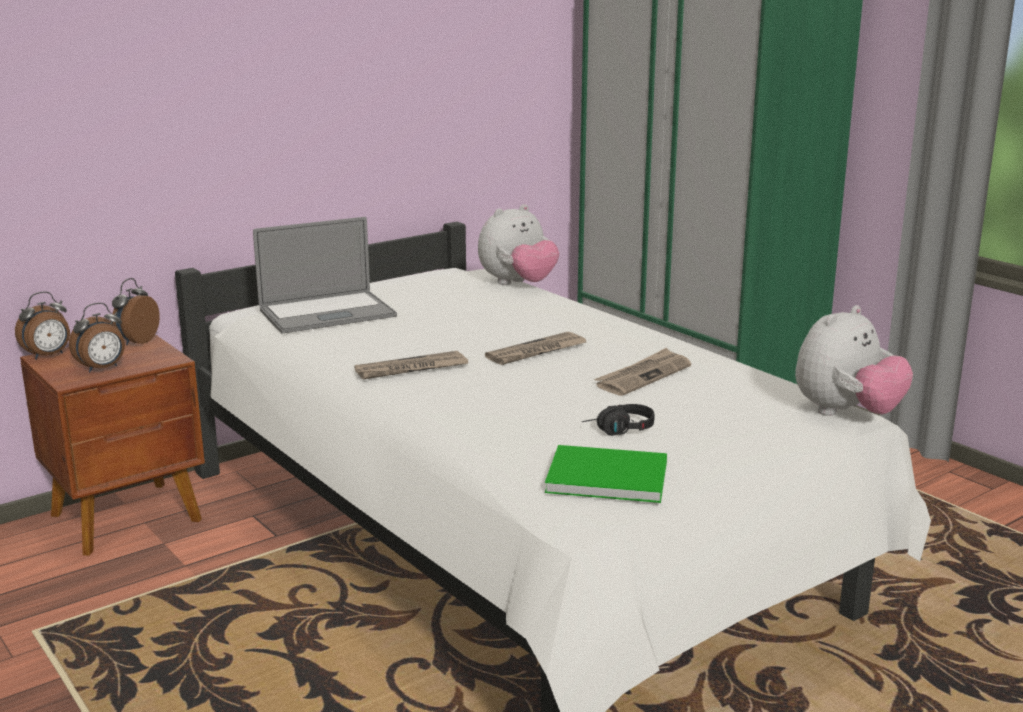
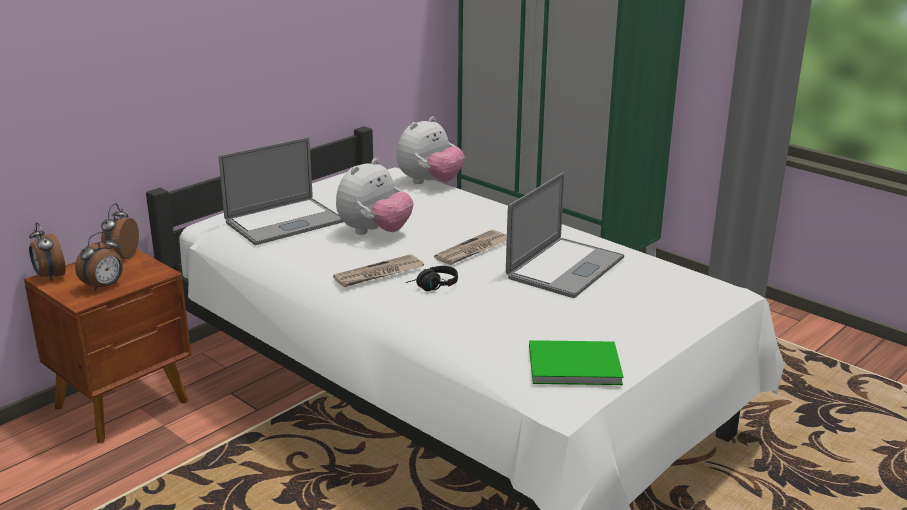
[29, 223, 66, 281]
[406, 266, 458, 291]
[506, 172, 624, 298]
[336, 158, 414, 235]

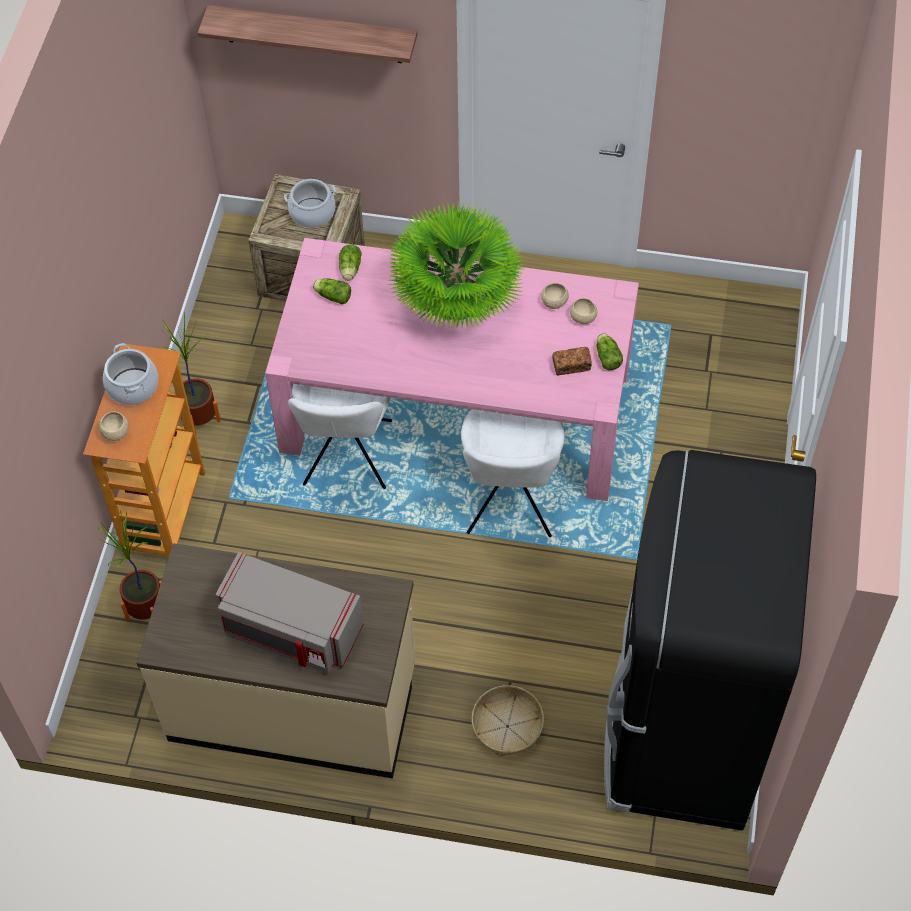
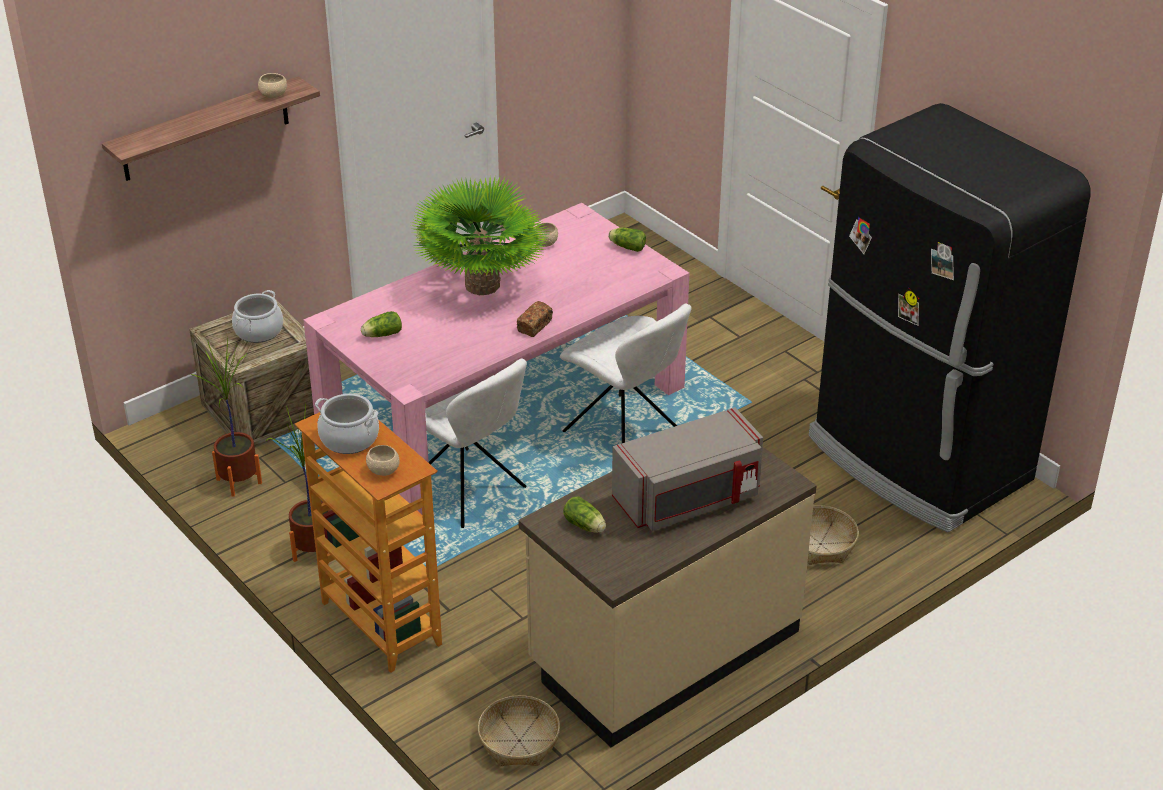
[190, 336, 262, 497]
[563, 497, 606, 533]
[517, 301, 553, 337]
[258, 73, 287, 98]
[478, 695, 560, 766]

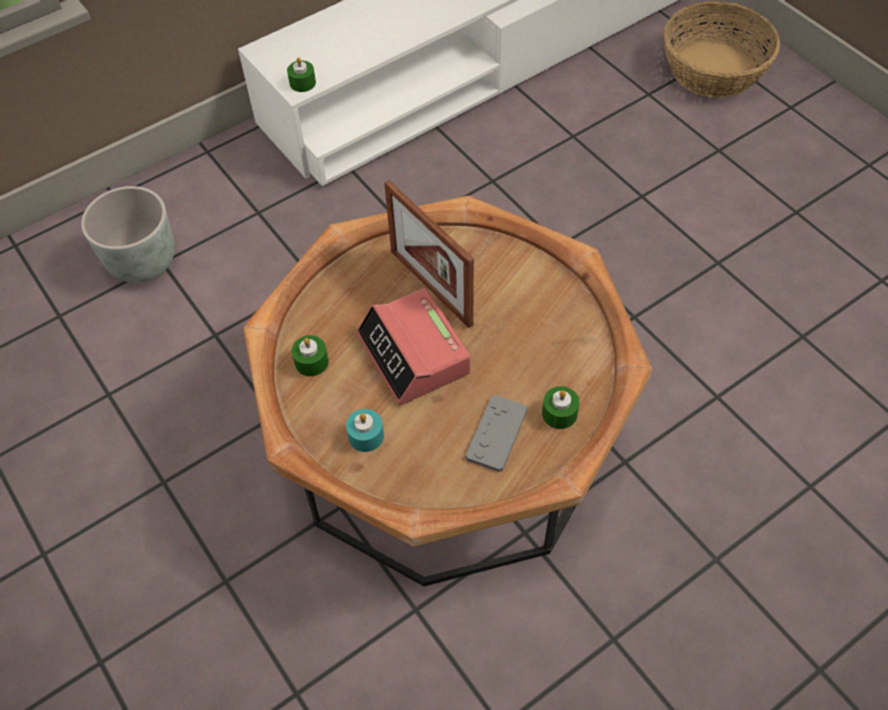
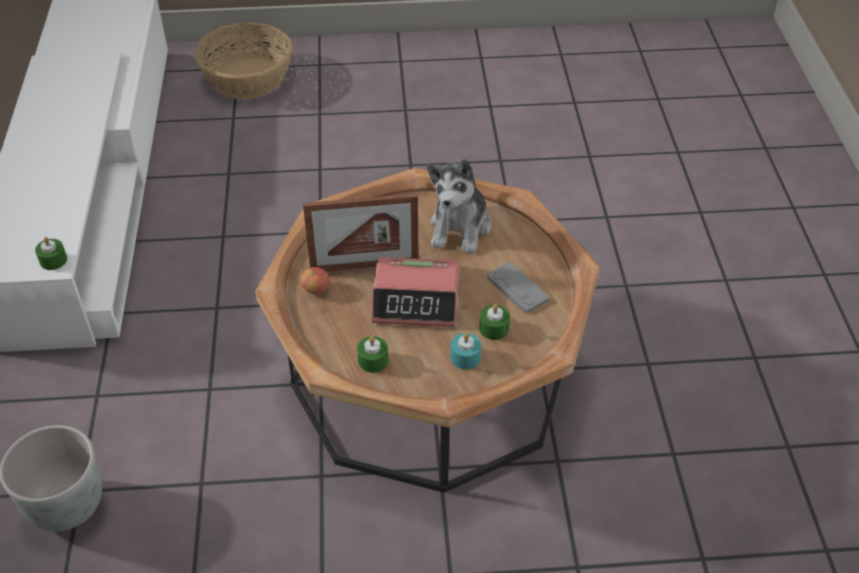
[479, 304, 510, 340]
[301, 267, 329, 294]
[427, 159, 491, 254]

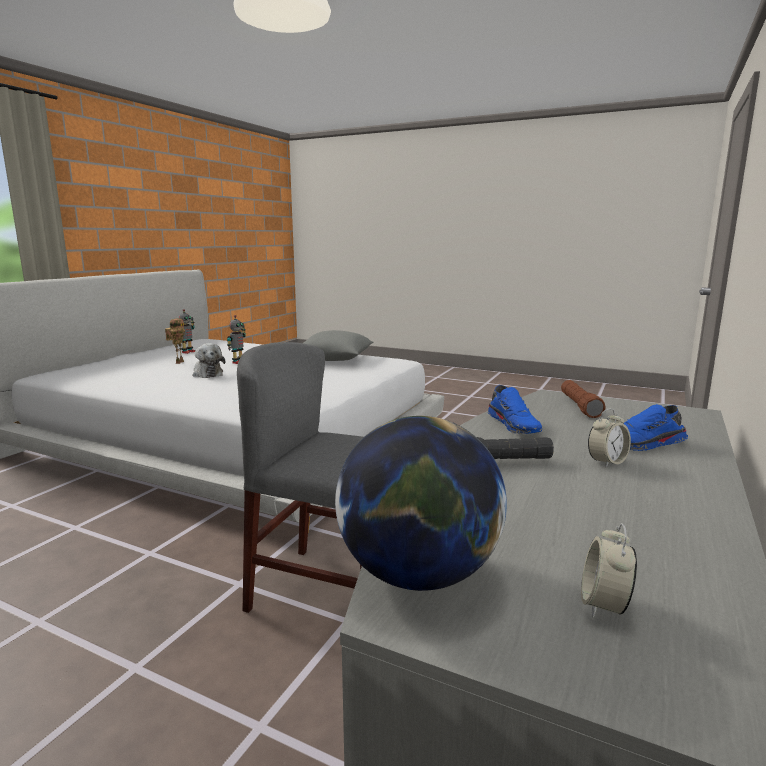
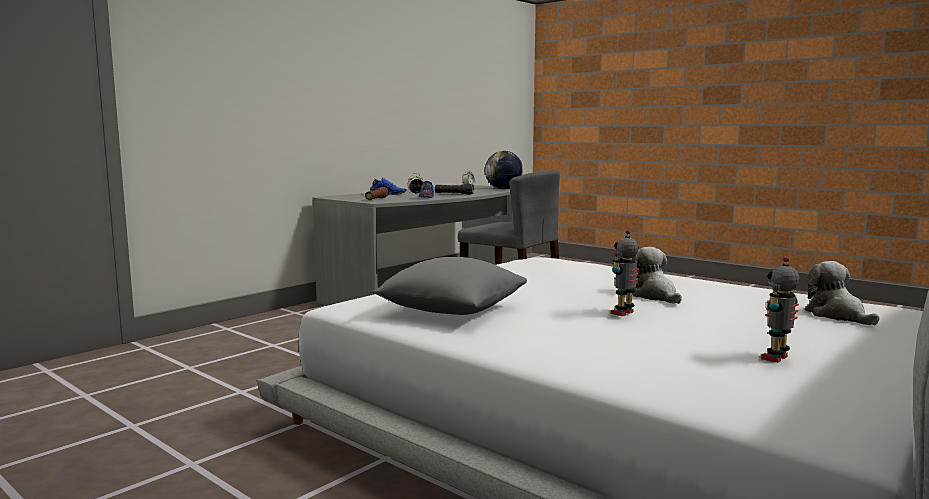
[165, 318, 187, 364] (first image)
[805, 261, 880, 325]

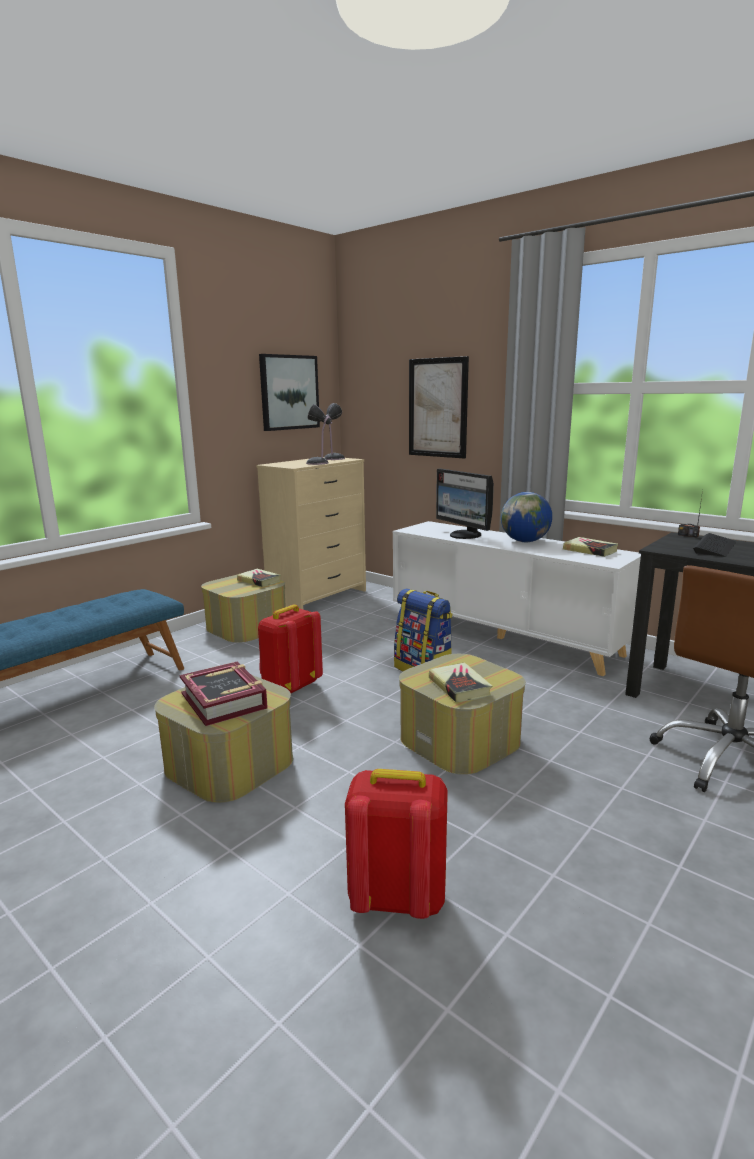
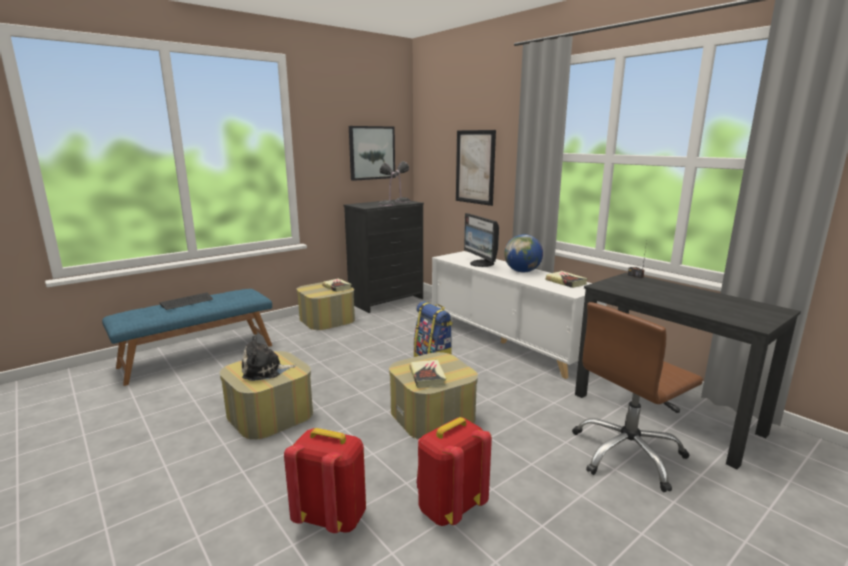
[242, 335, 297, 381]
[344, 200, 424, 313]
[417, 417, 492, 526]
[159, 292, 213, 310]

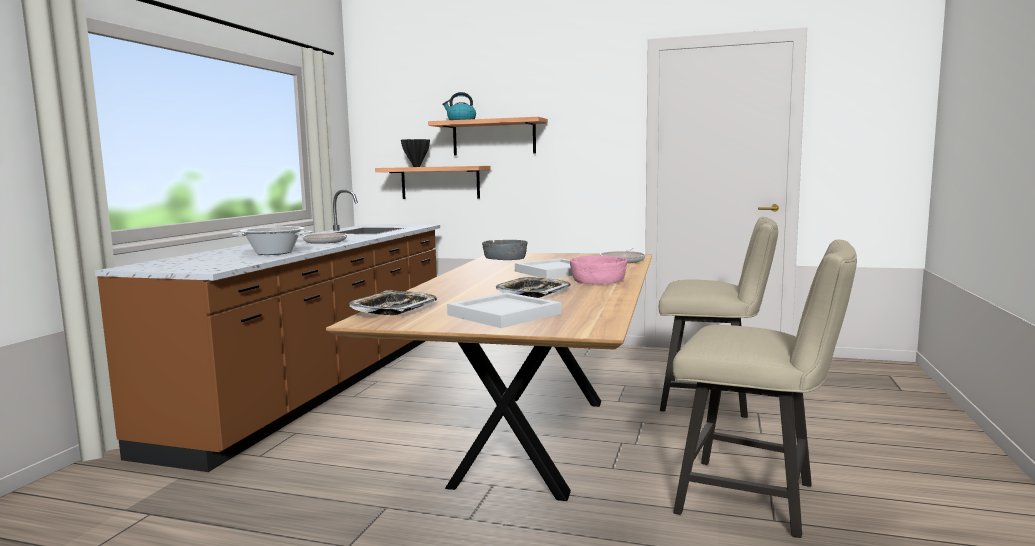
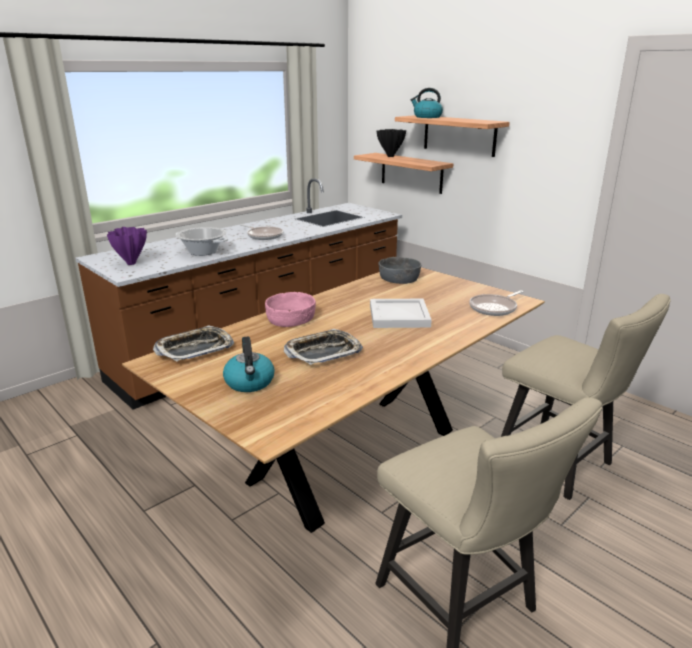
[223, 337, 274, 392]
[265, 292, 316, 327]
[107, 227, 147, 265]

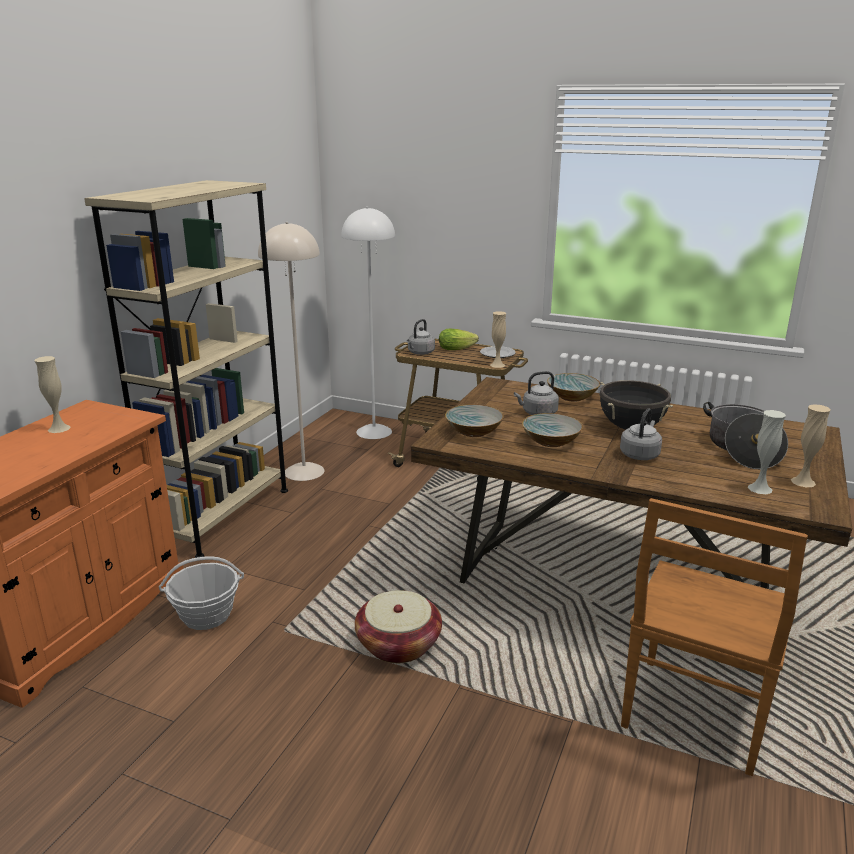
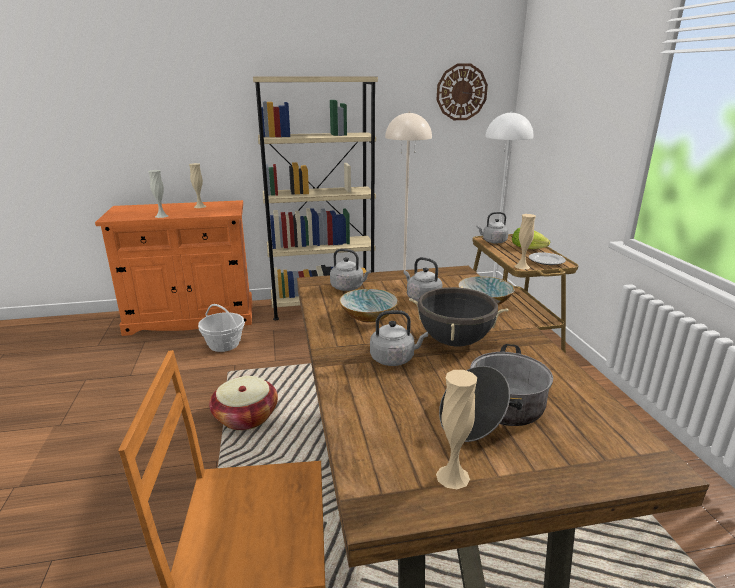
[330, 249, 371, 291]
[148, 170, 168, 218]
[437, 64, 488, 120]

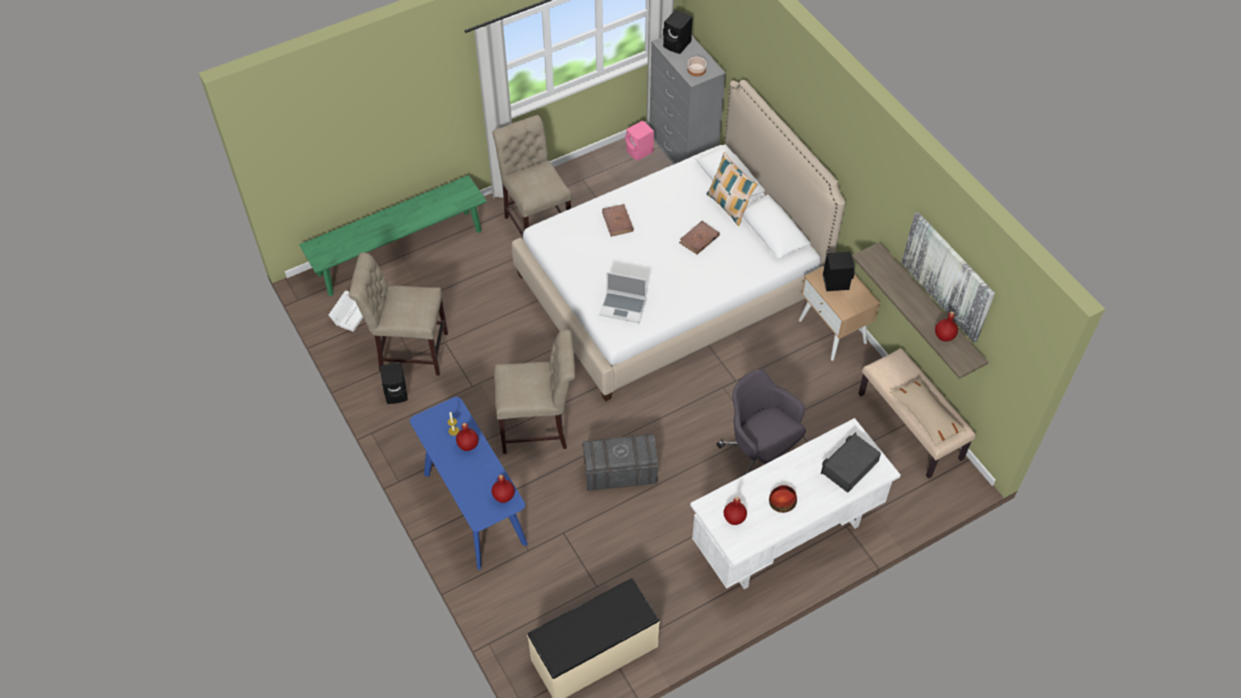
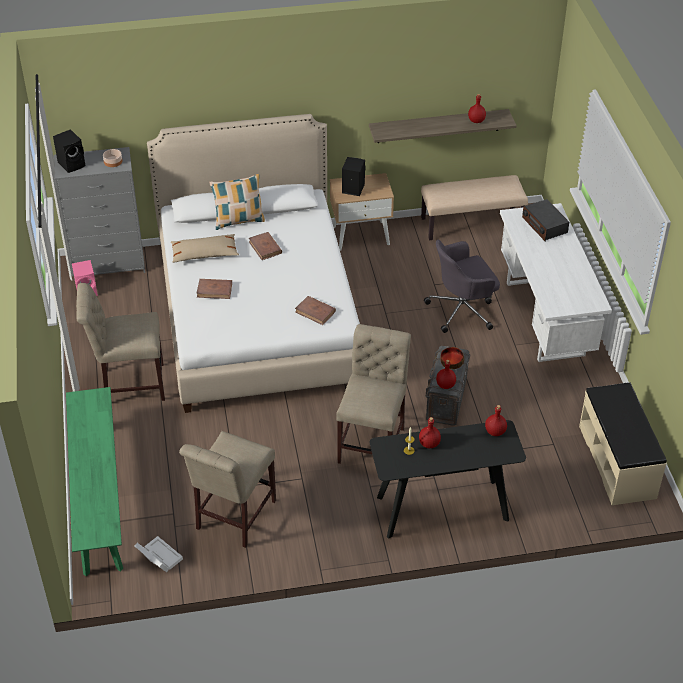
[380, 362, 408, 404] (first image)
[370, 420, 526, 539]
[295, 296, 336, 325]
[436, 360, 456, 389]
[440, 347, 464, 369]
[171, 234, 239, 263]
[901, 212, 995, 343] (first image)

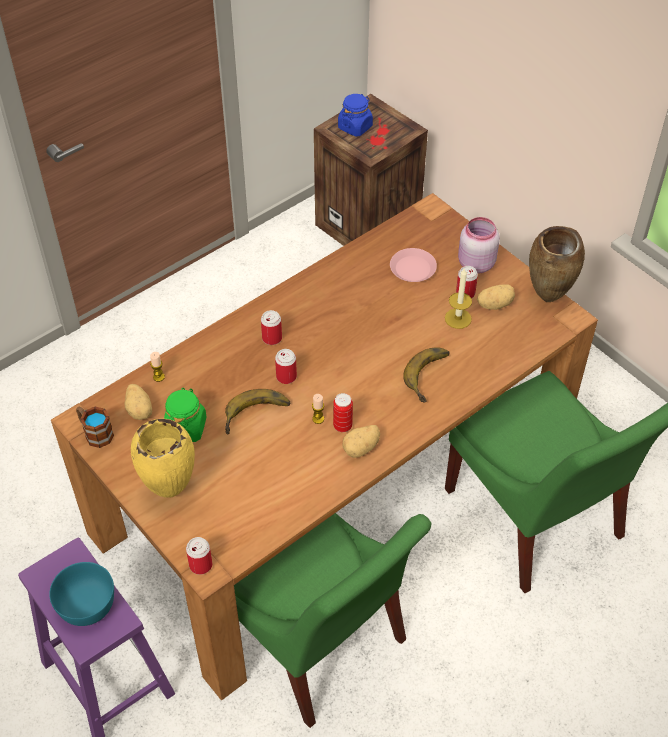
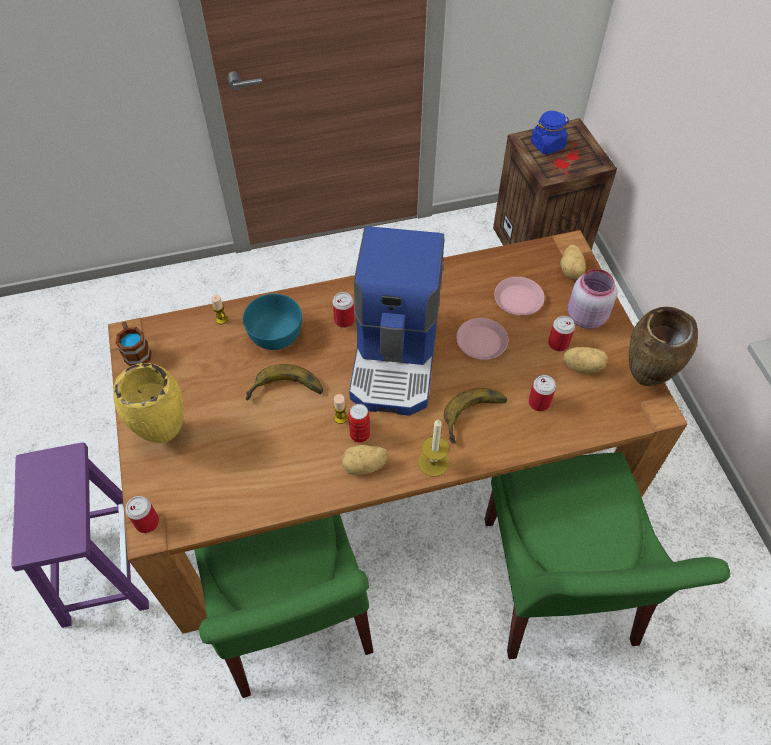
[243, 294, 302, 350]
[560, 245, 585, 279]
[164, 387, 207, 442] (first image)
[528, 375, 556, 411]
[418, 419, 449, 477]
[349, 226, 444, 416]
[456, 318, 508, 360]

